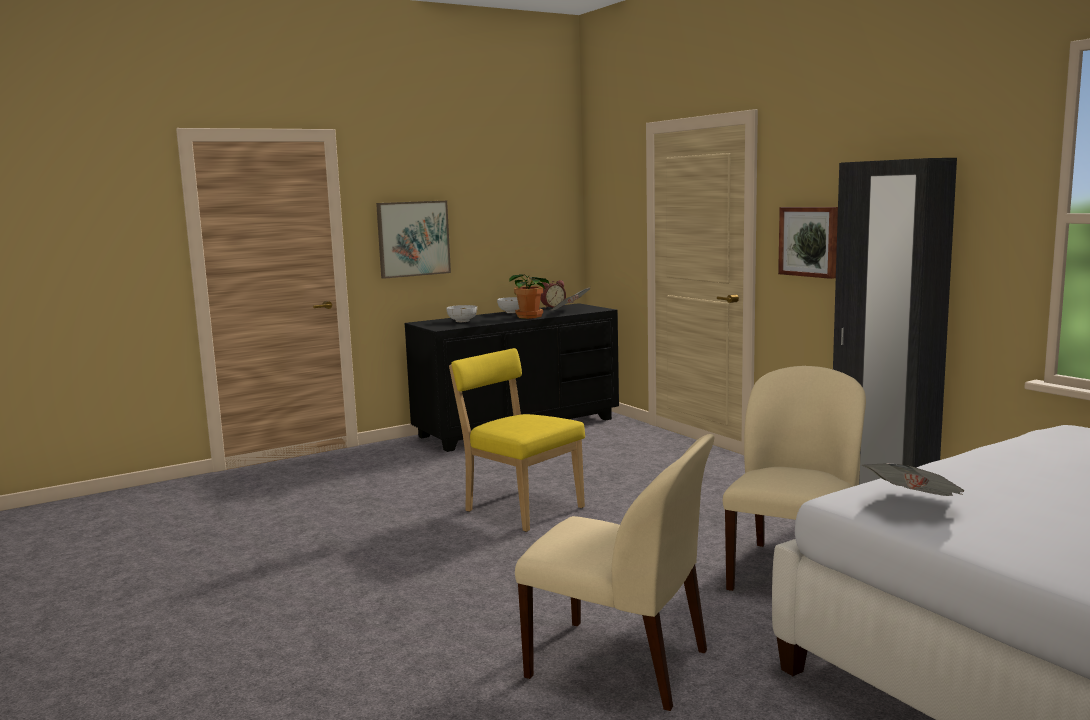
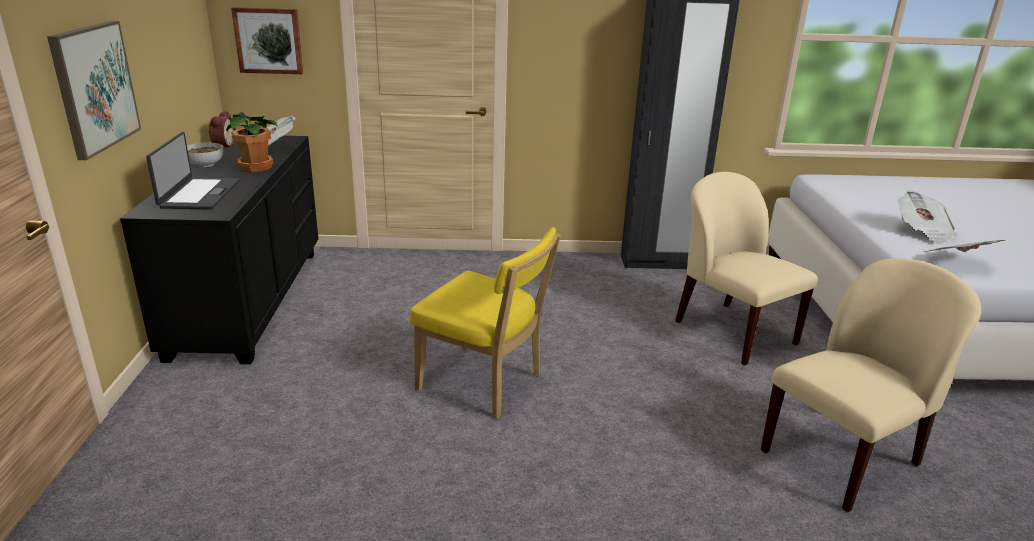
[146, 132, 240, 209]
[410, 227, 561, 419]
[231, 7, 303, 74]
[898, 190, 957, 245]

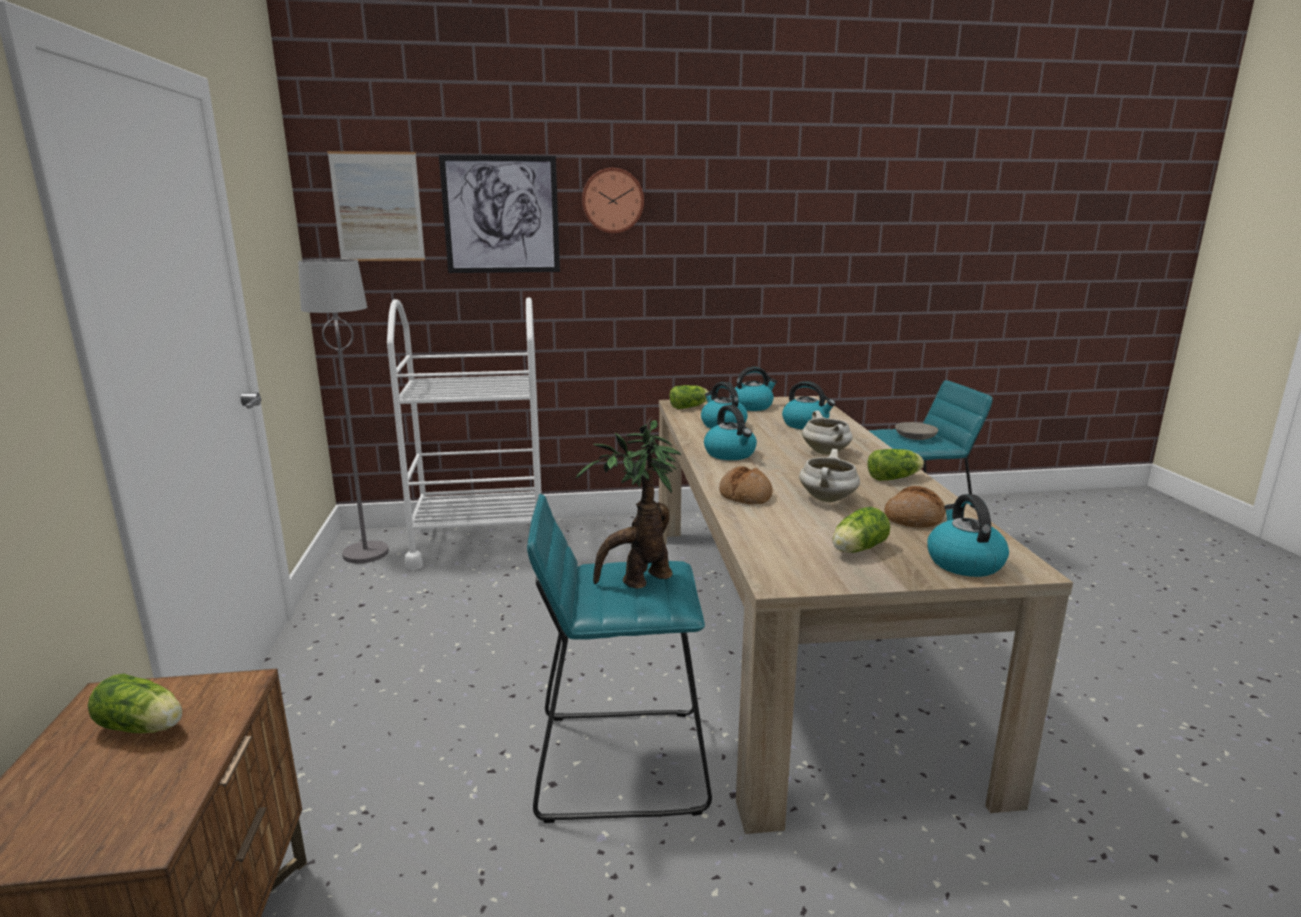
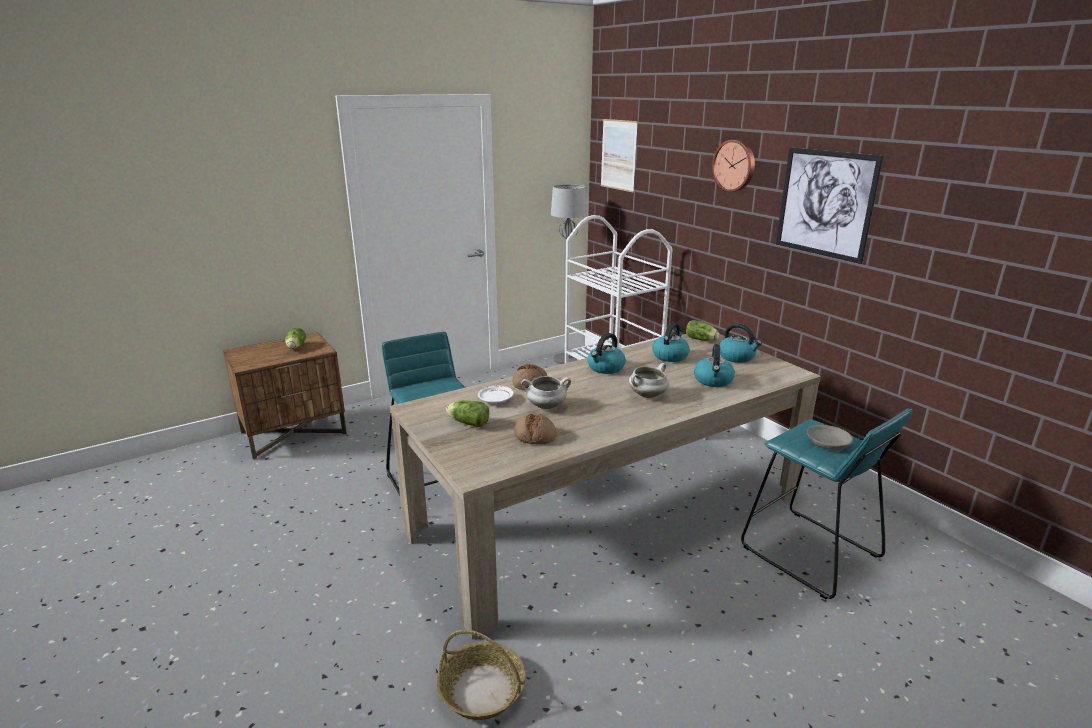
[776, 148, 883, 264]
[576, 417, 681, 589] (first image)
[867, 449, 924, 481] (first image)
[927, 494, 1009, 577] (first image)
[436, 630, 526, 720]
[478, 386, 514, 403]

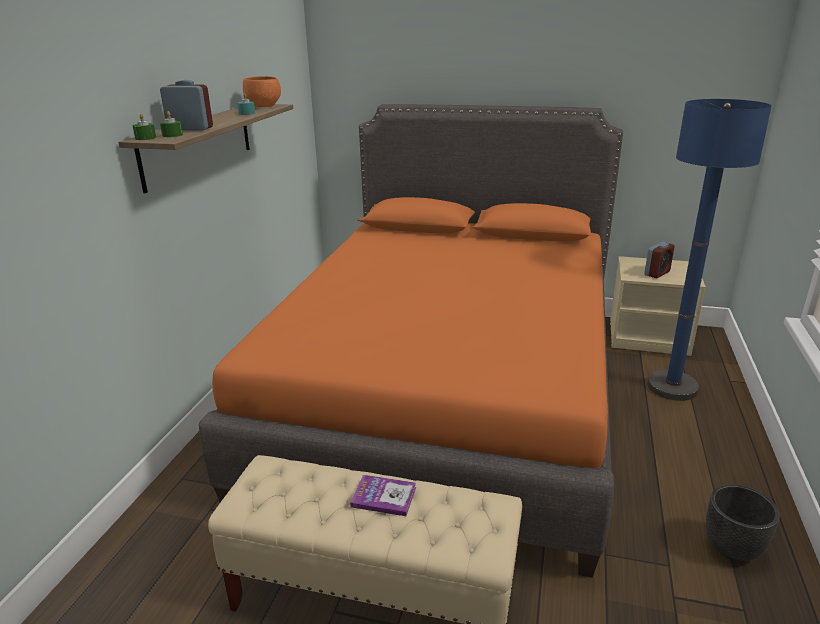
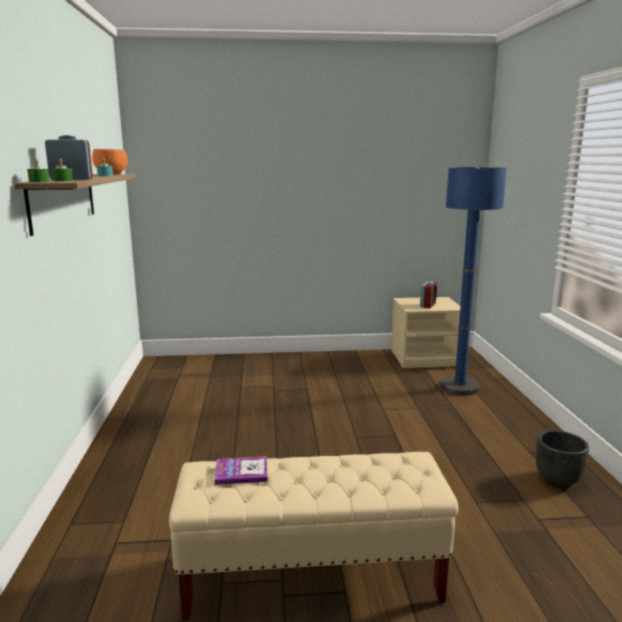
[199, 104, 623, 578] (first image)
[215, 456, 268, 485]

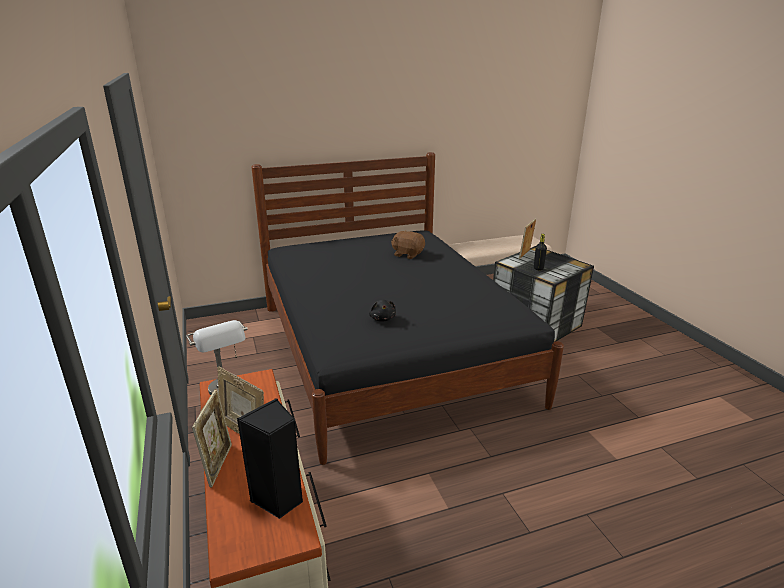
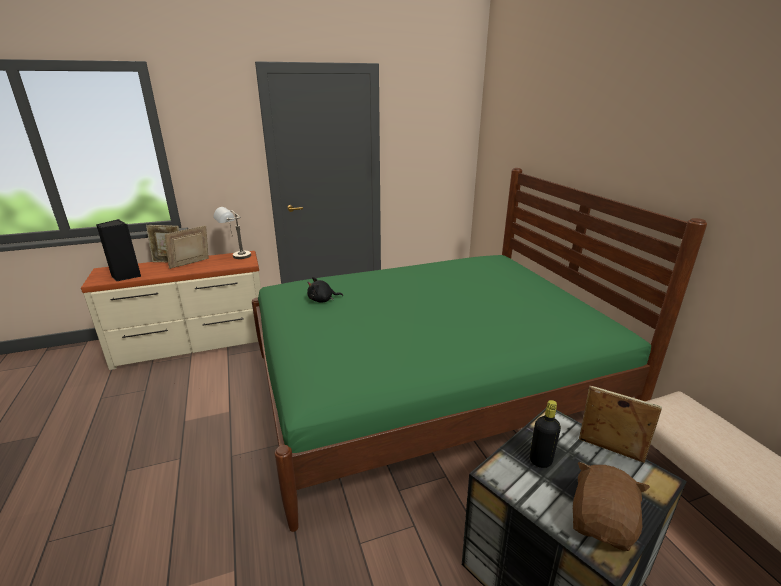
[252, 168, 707, 532]
[573, 462, 650, 551]

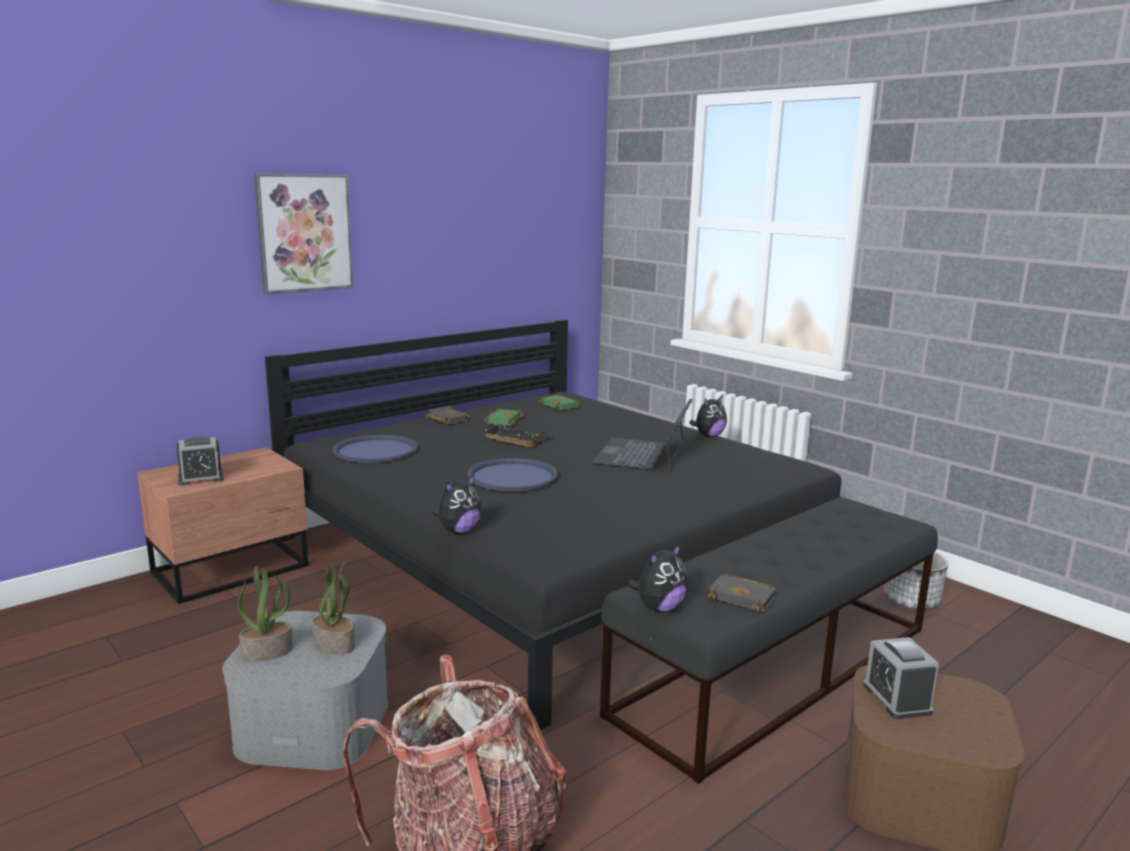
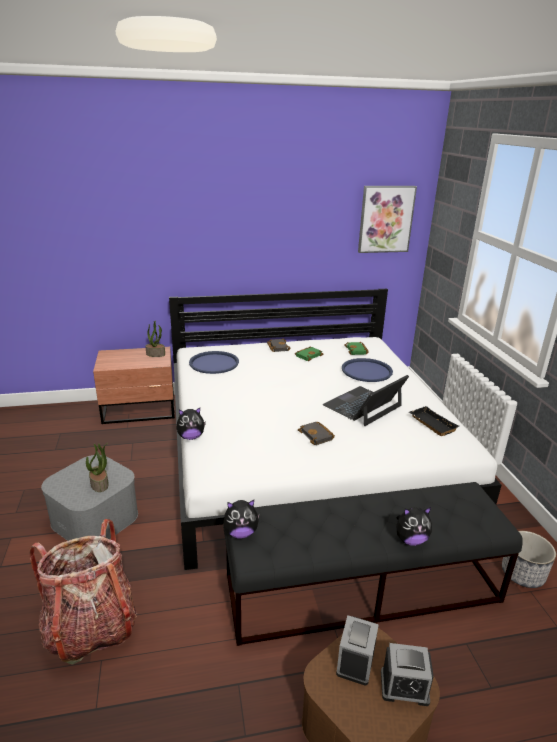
[381, 643, 434, 706]
[145, 321, 165, 357]
[358, 186, 417, 253]
[169, 289, 501, 570]
[342, 358, 393, 382]
[409, 406, 459, 436]
[396, 507, 432, 546]
[298, 422, 335, 445]

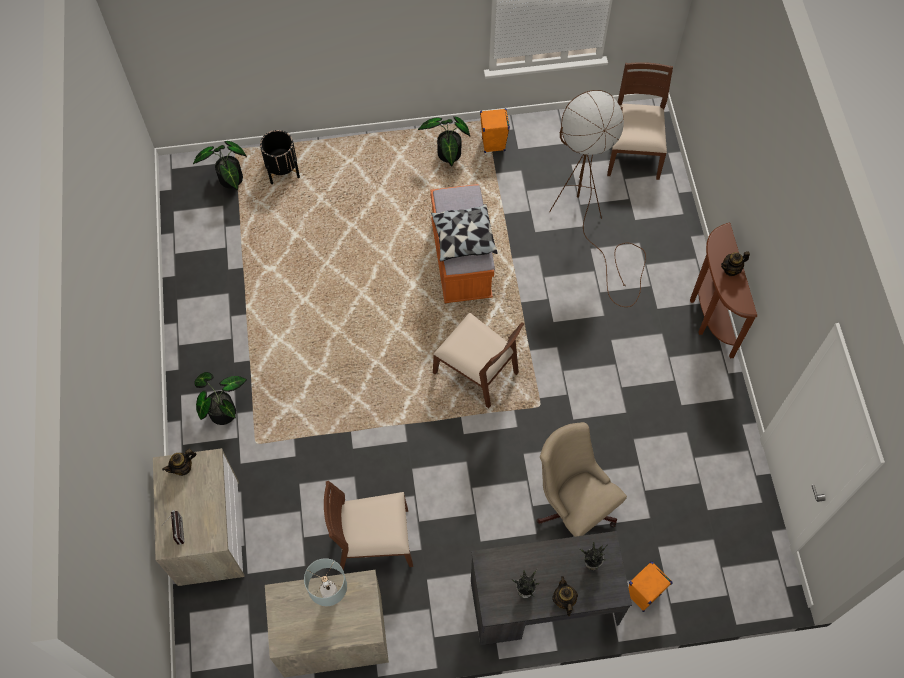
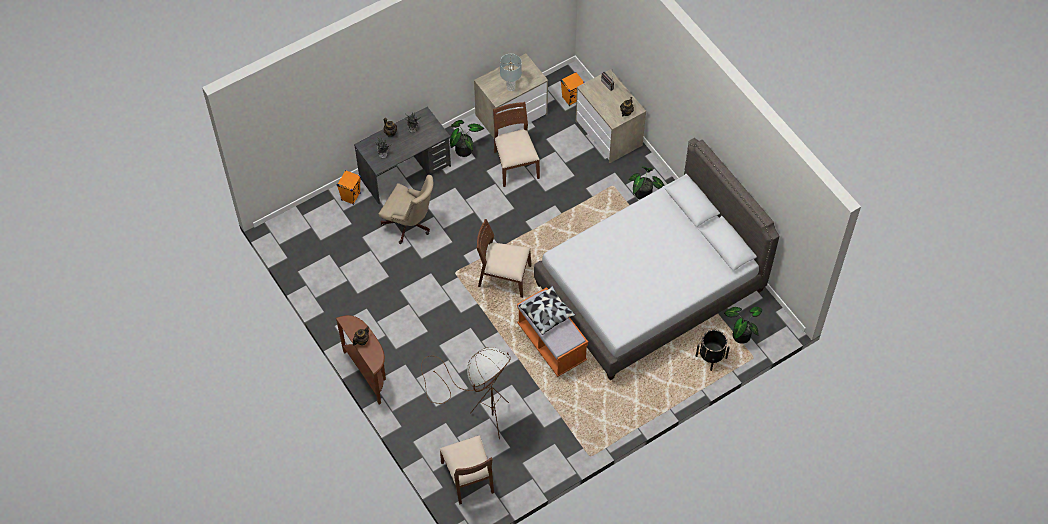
[493, 102, 540, 187]
[450, 120, 484, 157]
[560, 72, 585, 106]
[534, 138, 780, 380]

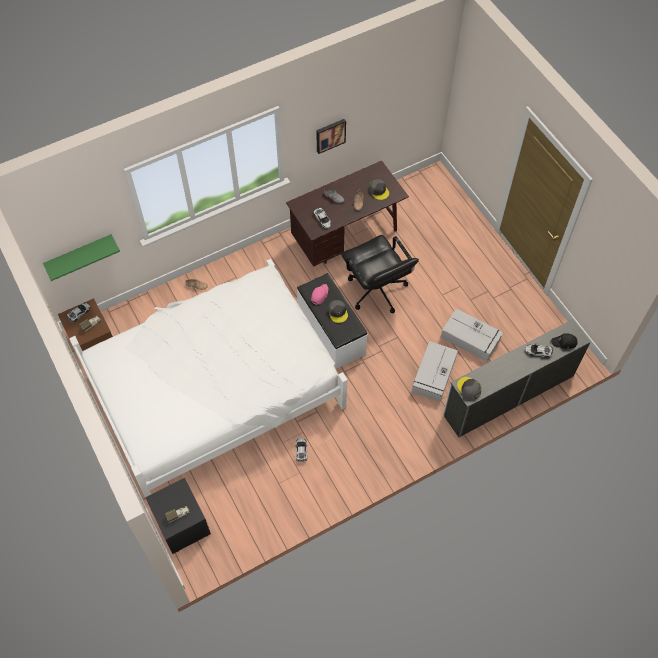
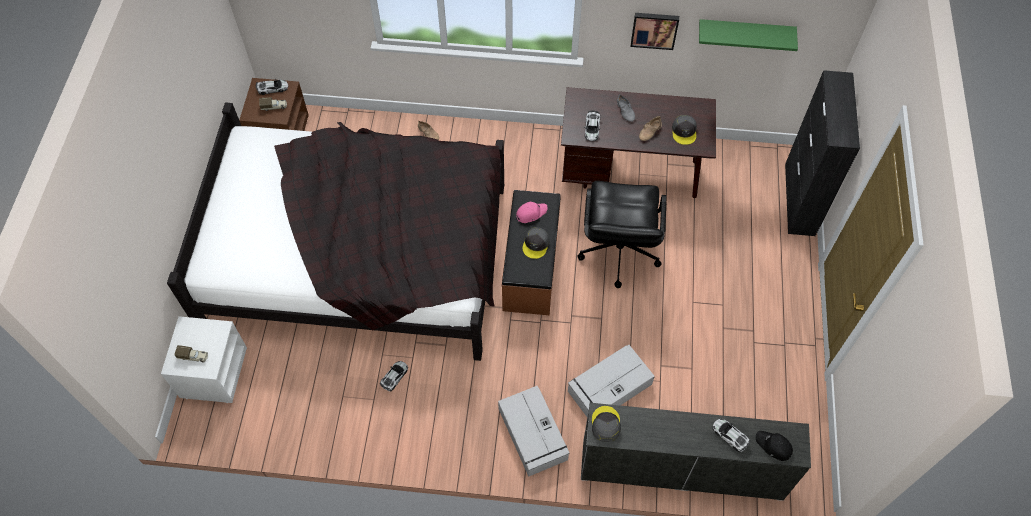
[699, 19, 798, 51]
[167, 102, 504, 361]
[161, 316, 247, 403]
[502, 190, 561, 315]
[498, 386, 570, 477]
[785, 70, 860, 236]

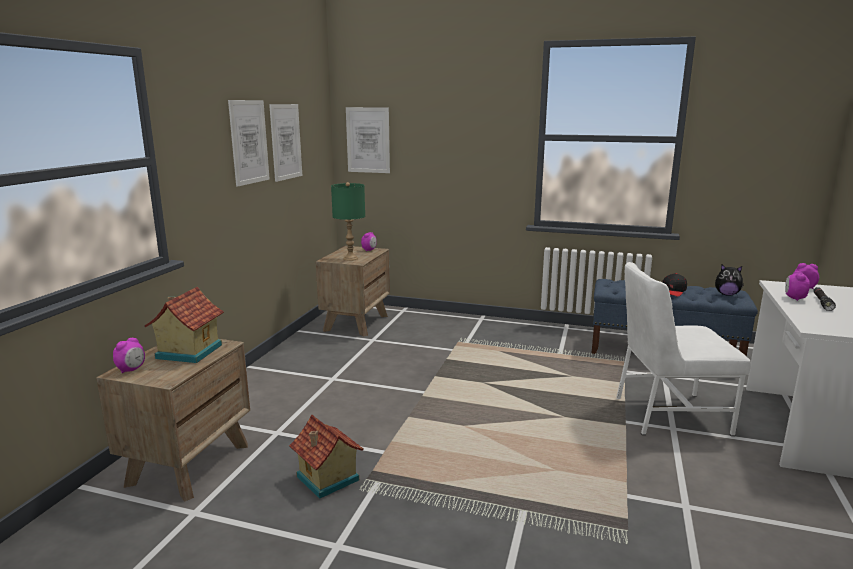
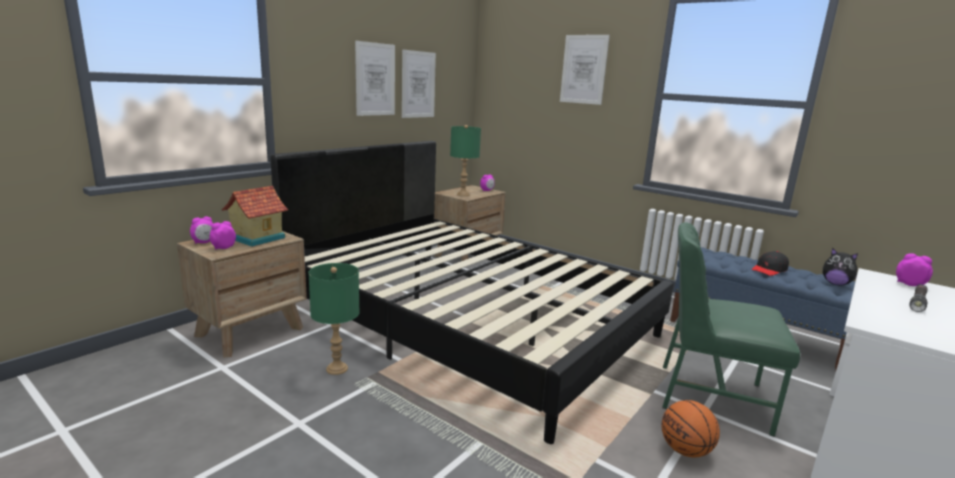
[308, 263, 360, 375]
[560, 35, 610, 105]
[662, 222, 800, 437]
[209, 221, 236, 250]
[270, 141, 674, 444]
[662, 400, 720, 458]

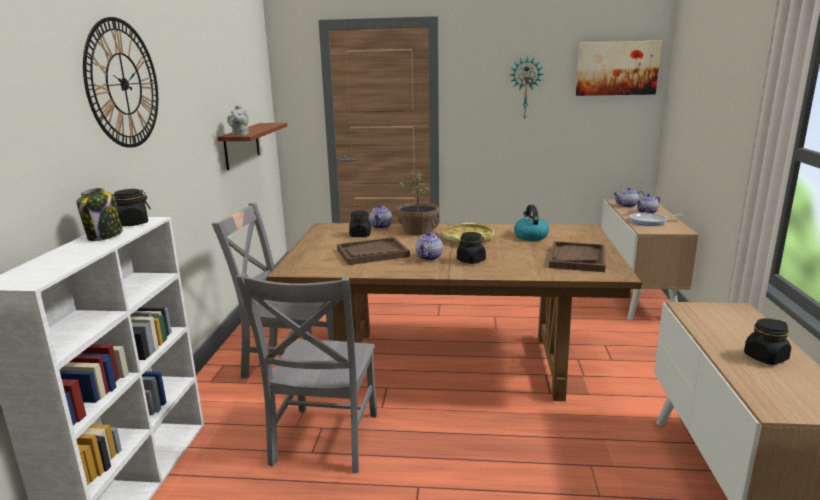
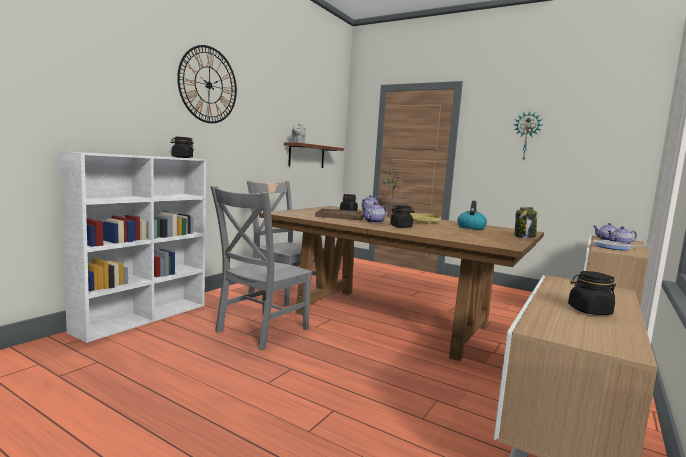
[515, 207, 537, 238]
[549, 241, 606, 272] (first image)
[576, 41, 661, 96] (first image)

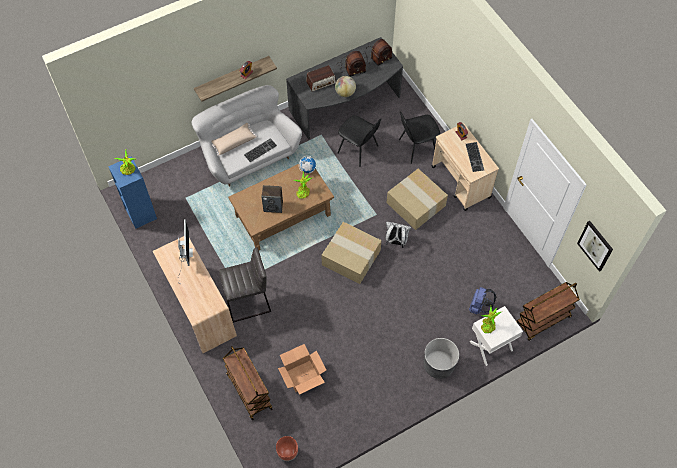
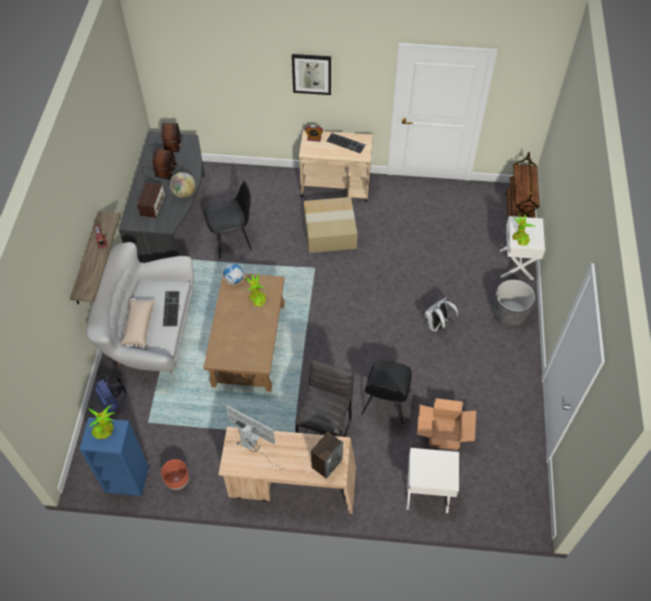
[406, 448, 459, 513]
[311, 432, 343, 479]
[161, 459, 189, 490]
[321, 222, 382, 284] (first image)
[424, 297, 458, 332]
[361, 360, 412, 424]
[95, 374, 127, 413]
[292, 54, 331, 95]

